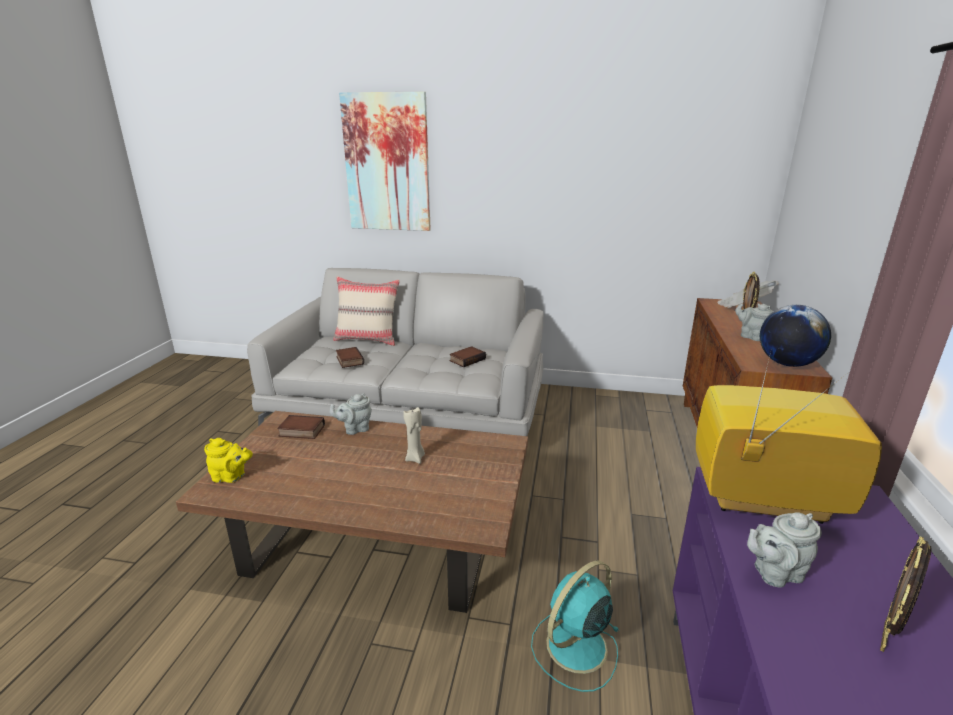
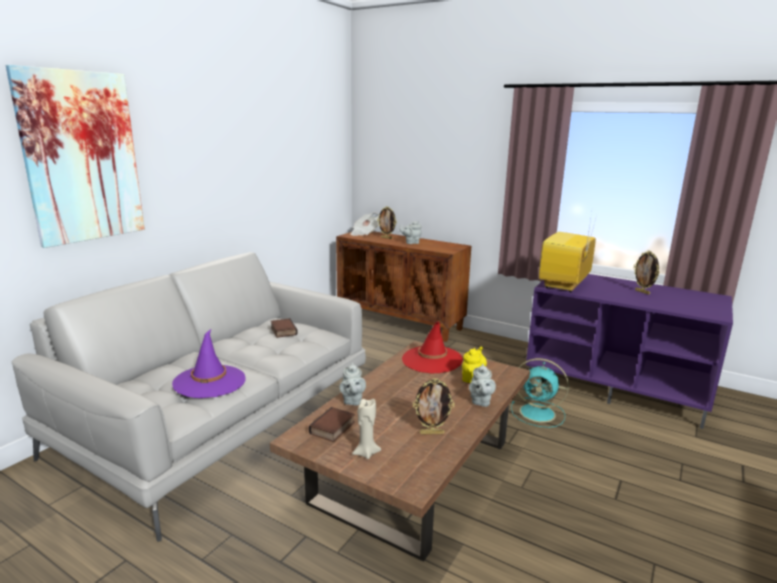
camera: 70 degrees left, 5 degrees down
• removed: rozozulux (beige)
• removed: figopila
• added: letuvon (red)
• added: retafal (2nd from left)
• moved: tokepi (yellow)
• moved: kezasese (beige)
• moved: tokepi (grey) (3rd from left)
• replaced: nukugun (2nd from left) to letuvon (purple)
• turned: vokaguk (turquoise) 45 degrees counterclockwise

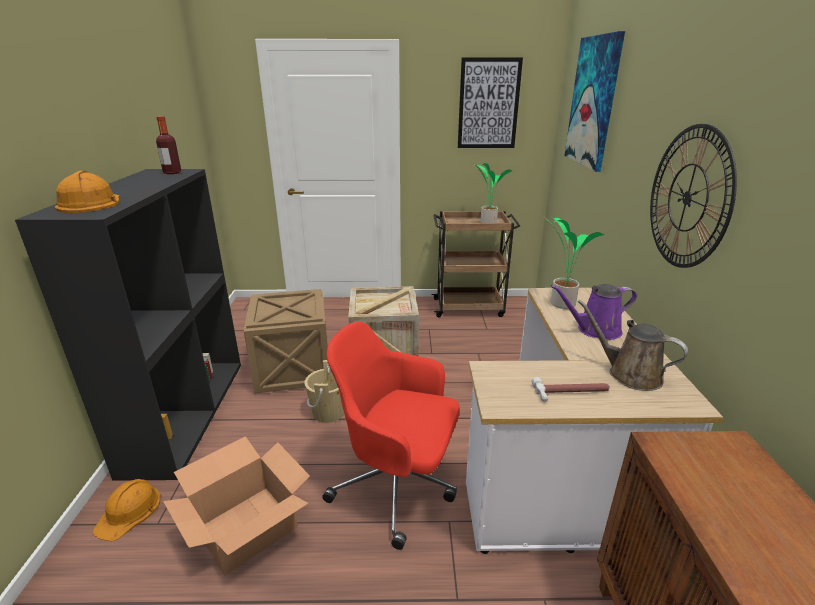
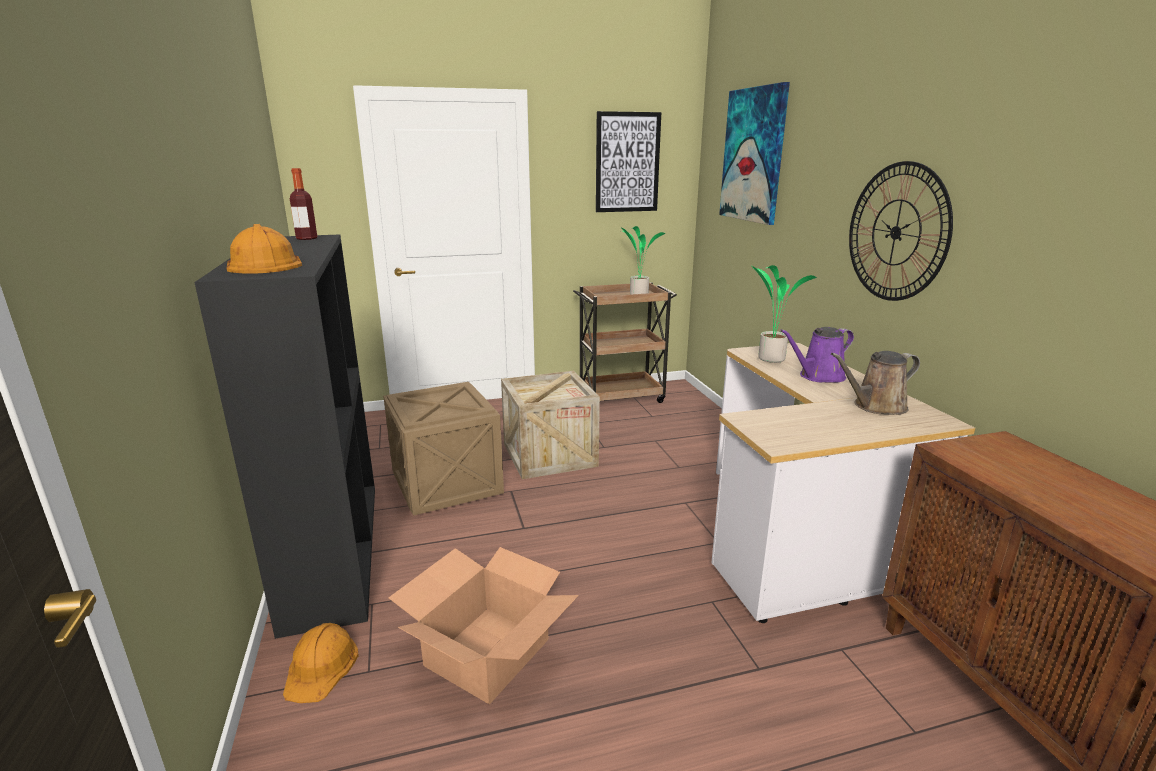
camera: 15 degrees left, 5 degrees down
• removed: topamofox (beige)
• removed: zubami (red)
• removed: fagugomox
• turned: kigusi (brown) 45 degrees counterclockwise

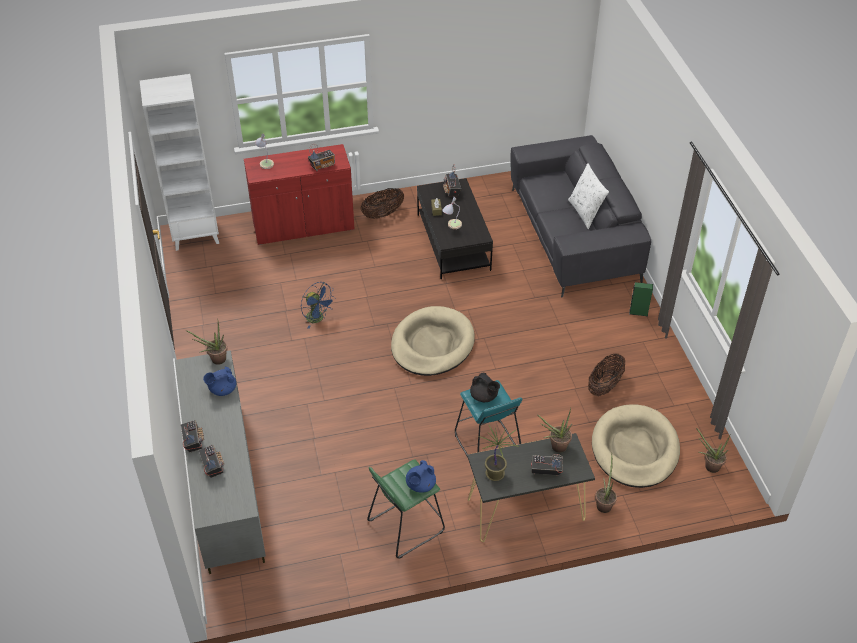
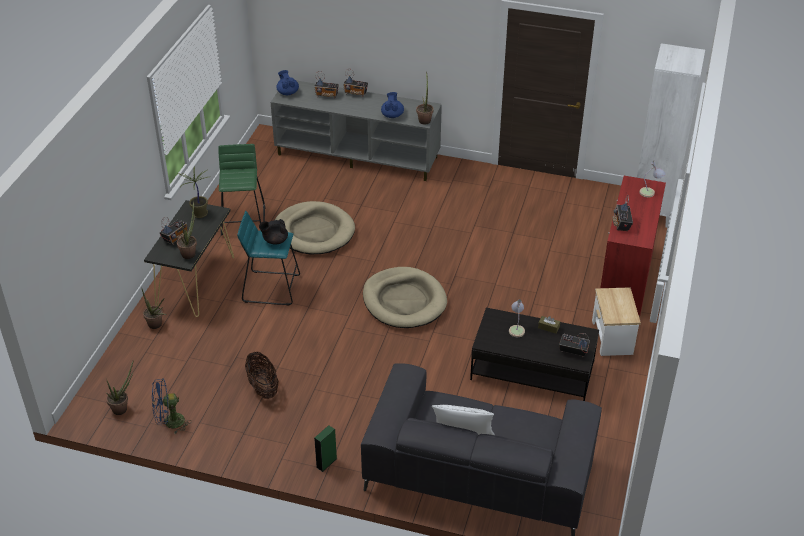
camera: 120 degrees right, 5 degrees down
• moved: vokaguk (blue)
• moved: tokepi (blue) (2nd from left in the first image) to tokepi (blue) (1st from left)
• moved: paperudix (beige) (2nd from left in the first image) to paperudix (beige) (1st from left)
• replaced: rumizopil (1st from left) to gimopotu

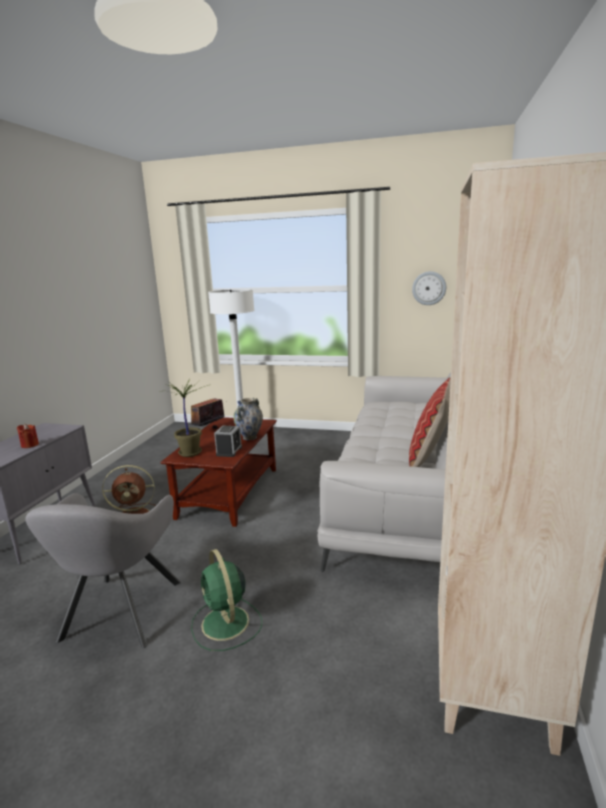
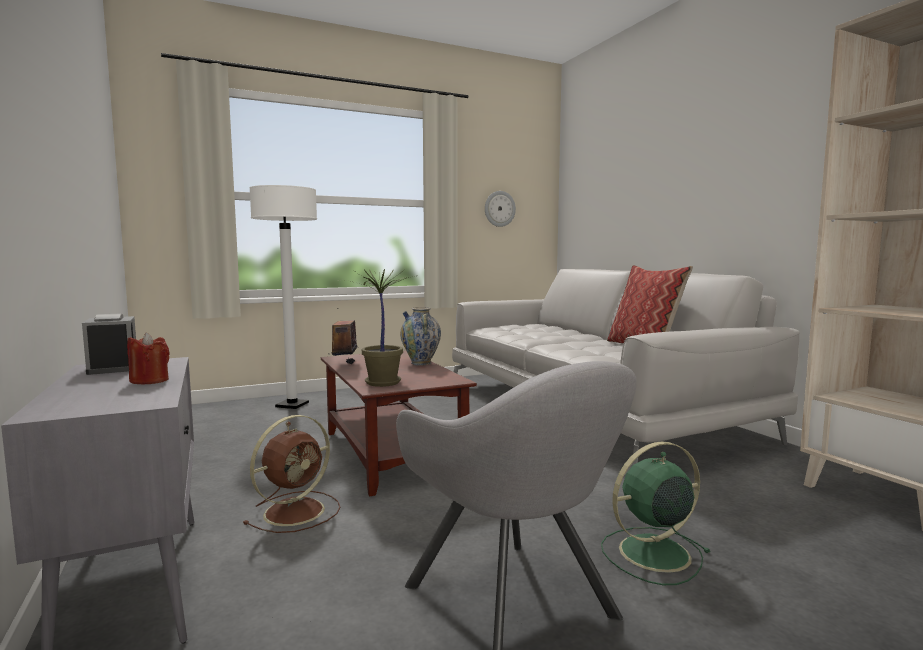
camera: 40 degrees left, 10 degrees down
• moved: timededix
• turned: vokaguk (green) 135 degrees clockwise

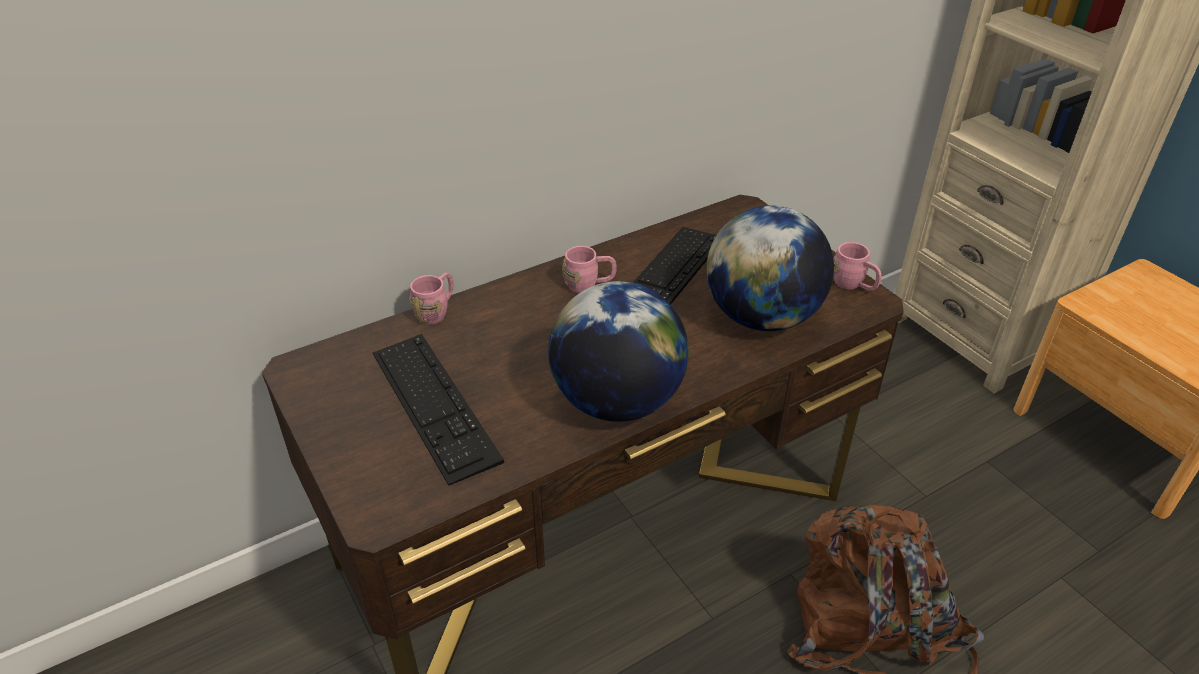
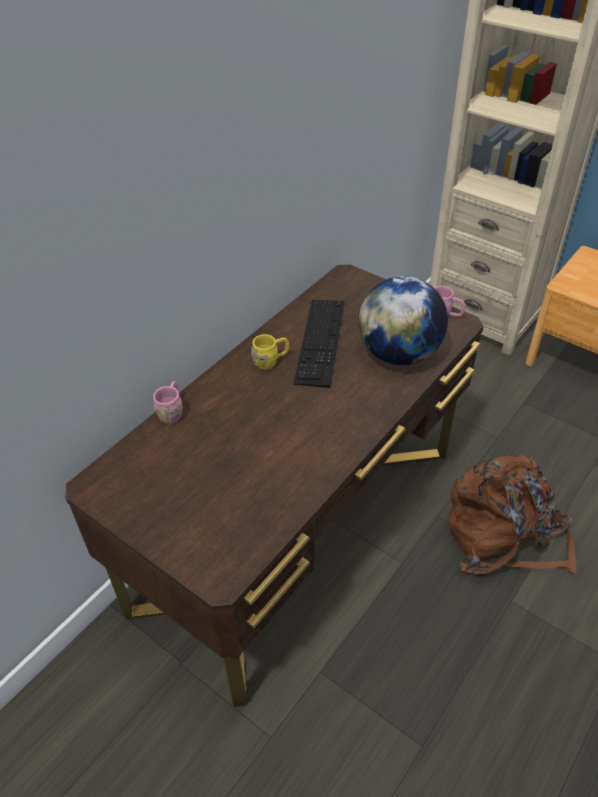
camera: 20 degrees left, 5 degrees up
• removed: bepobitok (1st from left)
• removed: figopila (1st from left)
• recoloured: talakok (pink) (2nd from left) to talakok (yellow)

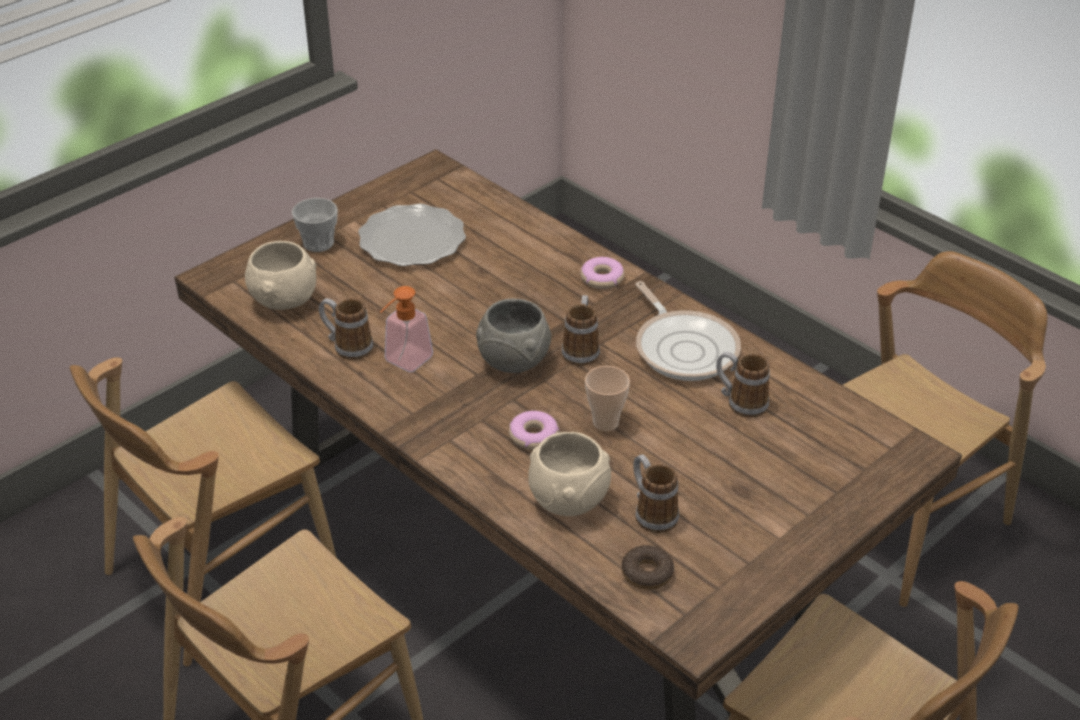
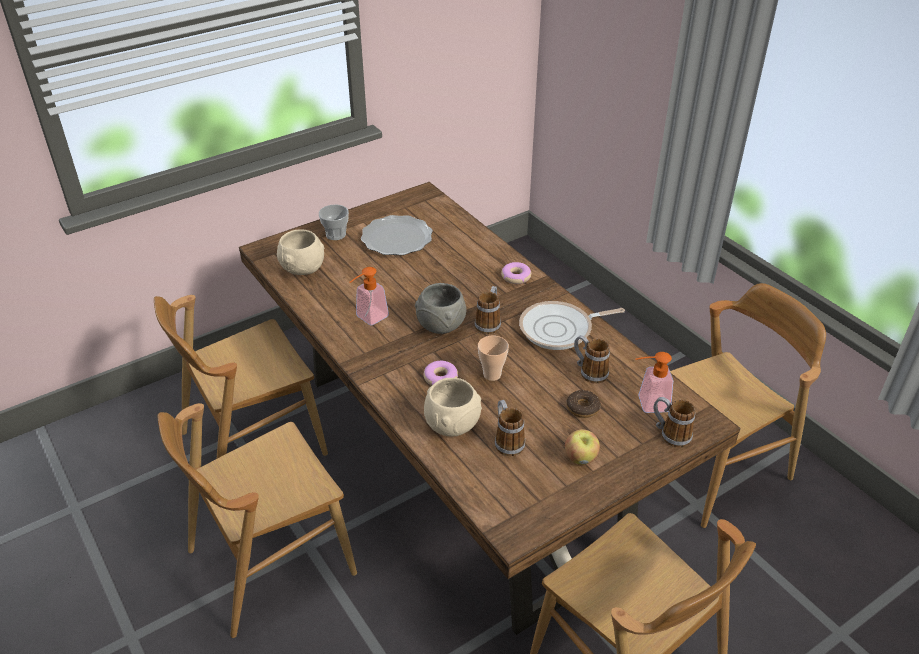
camera: 10 degrees right, 0 degrees up
• added: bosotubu
• added: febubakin (2nd from left)
• moved: talakok (1st from left in the first image) to talakok (4th from left)
• moved: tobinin (3rd from left)
• turned: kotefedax 90 degrees clockwise

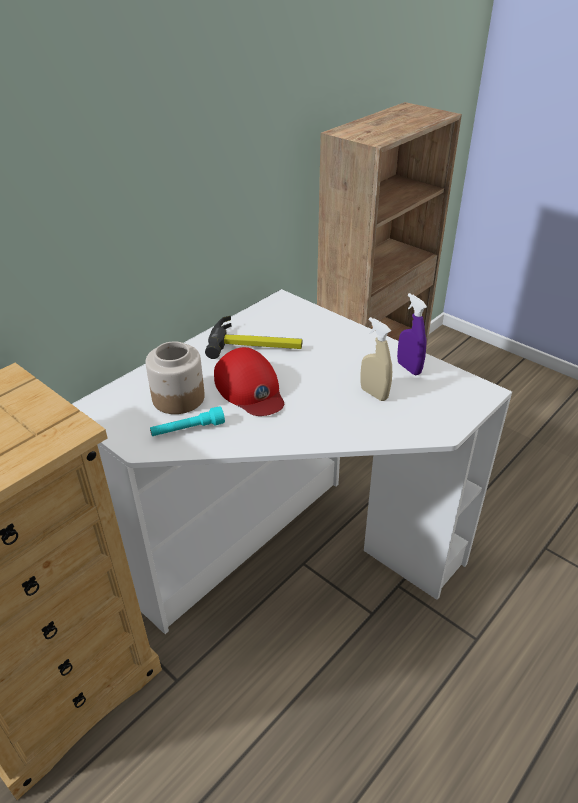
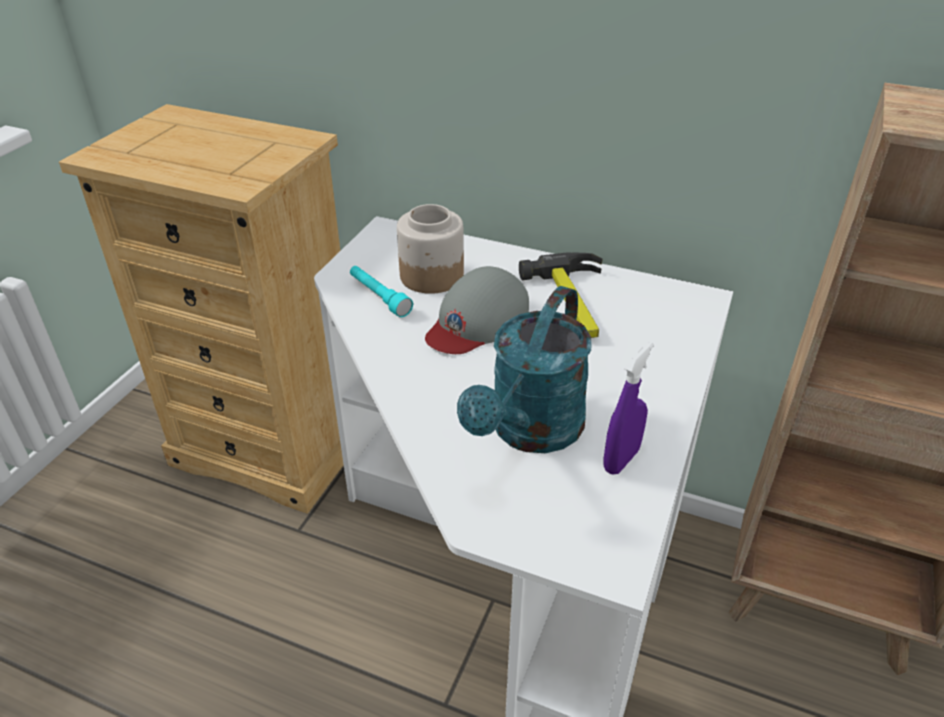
camera: 70 degrees right, 0 degrees up
• replaced: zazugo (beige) to kigusi (turquoise)
• recoloured: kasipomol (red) to kasipomol (grey)

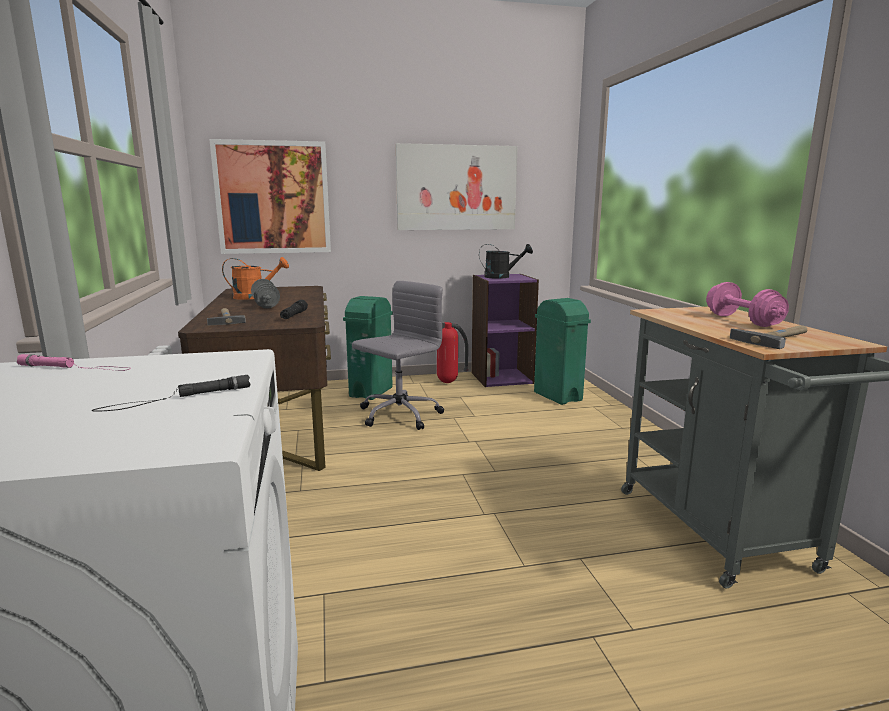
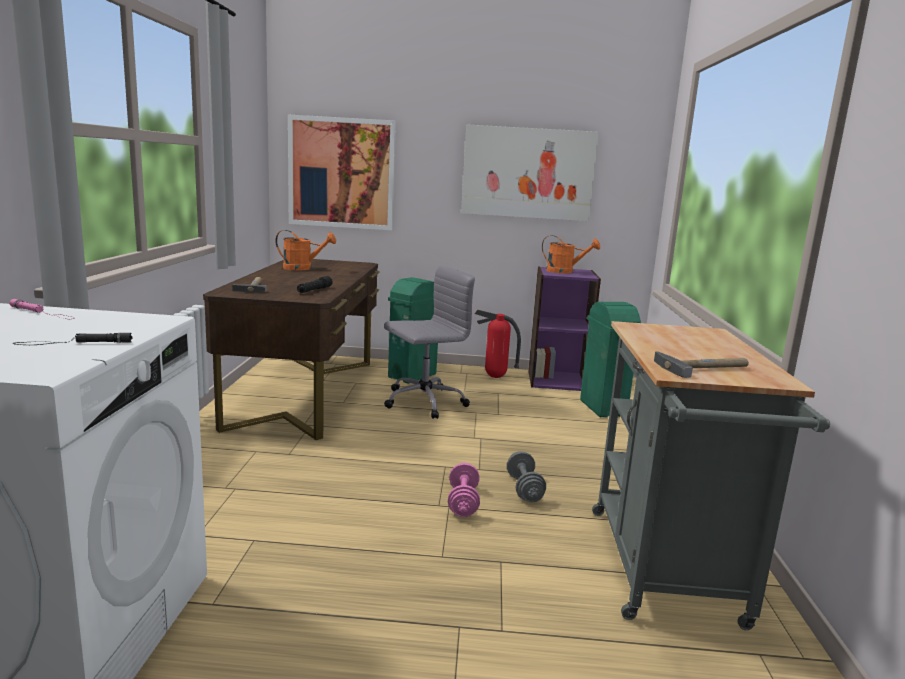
camera: 15 degrees right, 0 degrees up
• moved: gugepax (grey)
• moved: gugepax (pink)
• recoloured: kigusi (black) to kigusi (orange) (2nd from left)

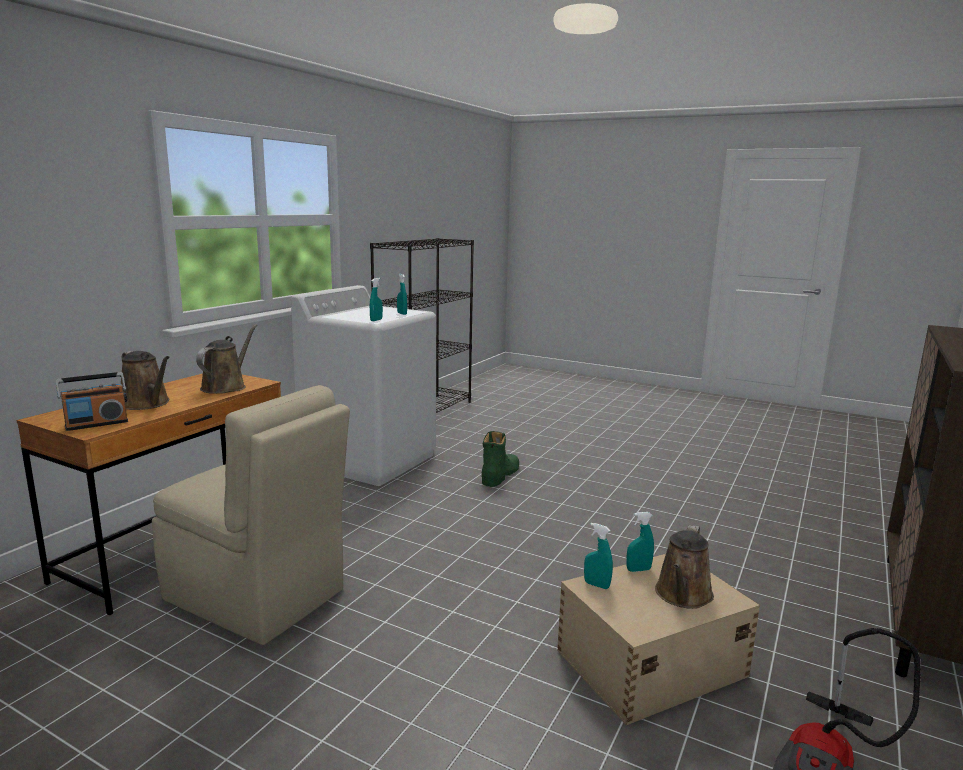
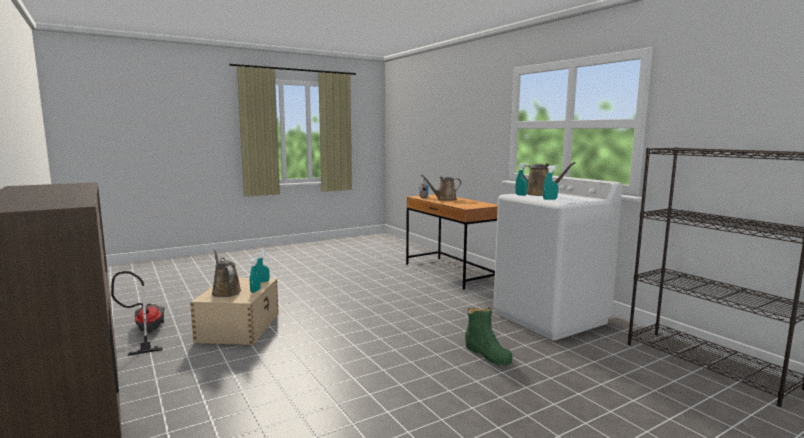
camera: 120 degrees right, 5 degrees down
• removed: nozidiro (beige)
• moved: kigusi (brown) (2nd from left in the first image) to kigusi (brown) (3rd from left)

